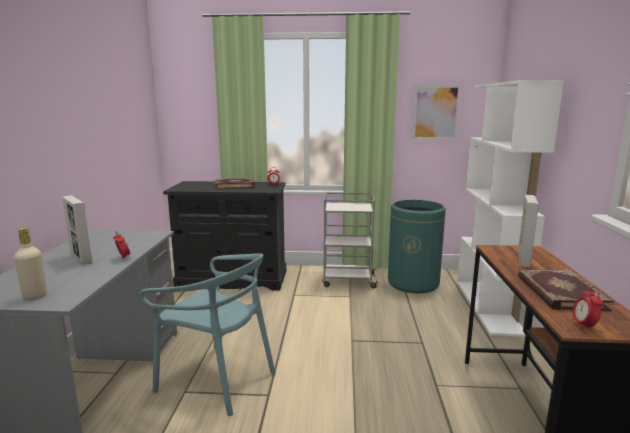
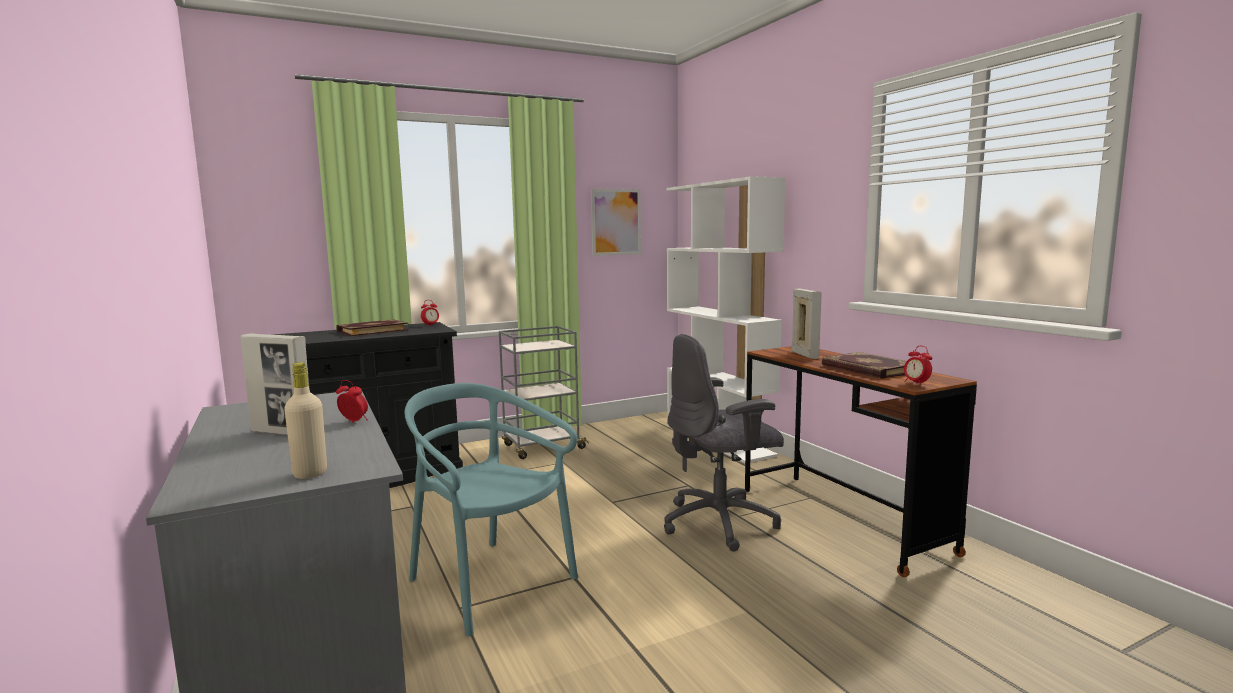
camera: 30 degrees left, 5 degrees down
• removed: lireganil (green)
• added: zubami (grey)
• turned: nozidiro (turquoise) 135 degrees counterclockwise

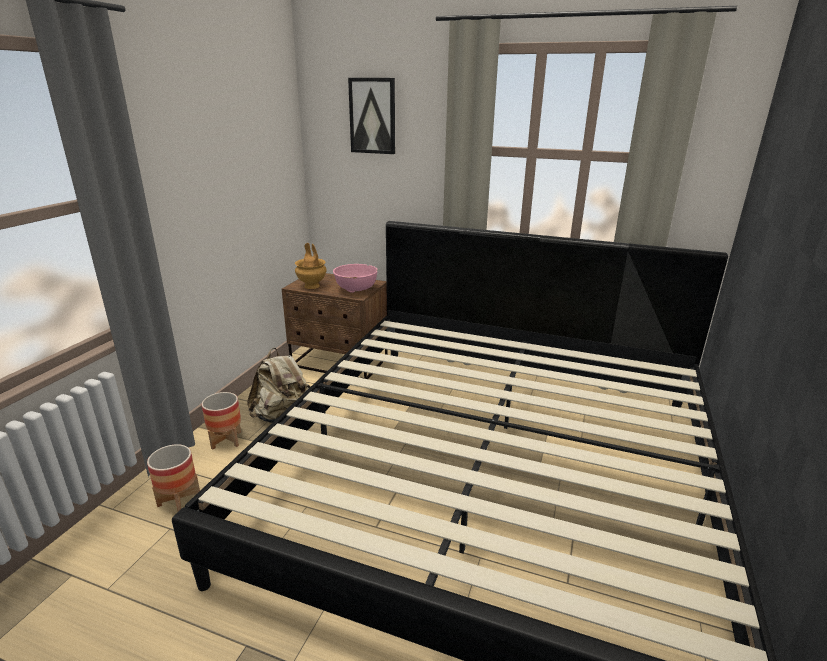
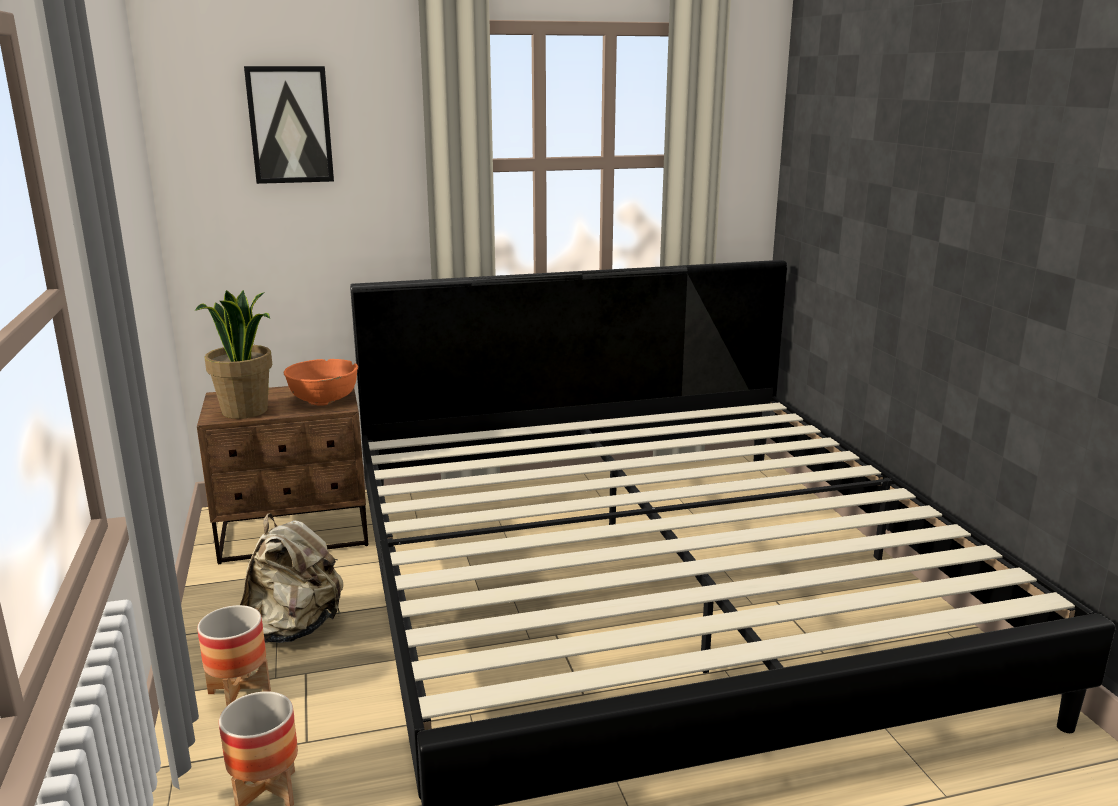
camera: 35 degrees left, 5 degrees down
• replaced: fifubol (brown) to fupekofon
• recoloured: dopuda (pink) to dopuda (orange)

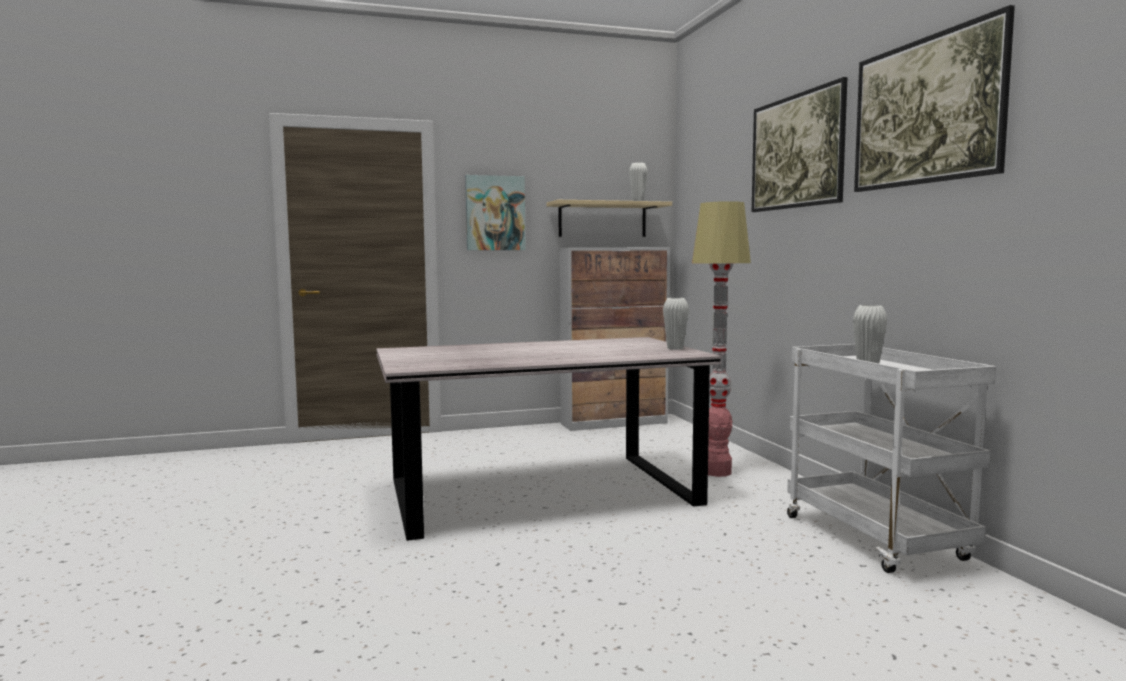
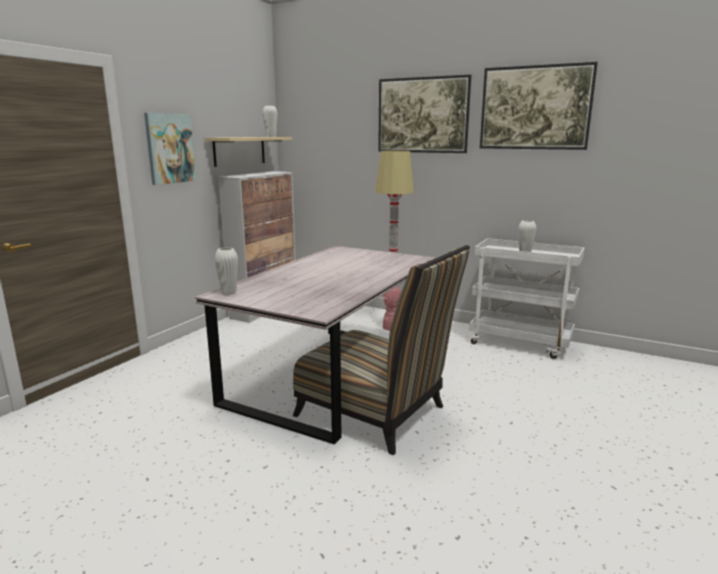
camera: 45 degrees left, 10 degrees up
• added: nozidiro
• moved: fifubol (white) (2nd from left in the first image) to fifubol (white) (1st from left)

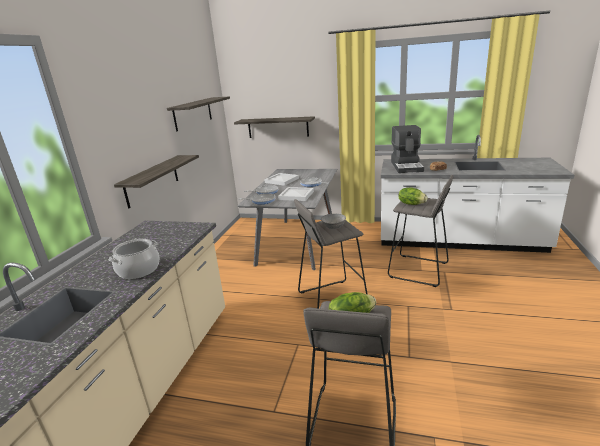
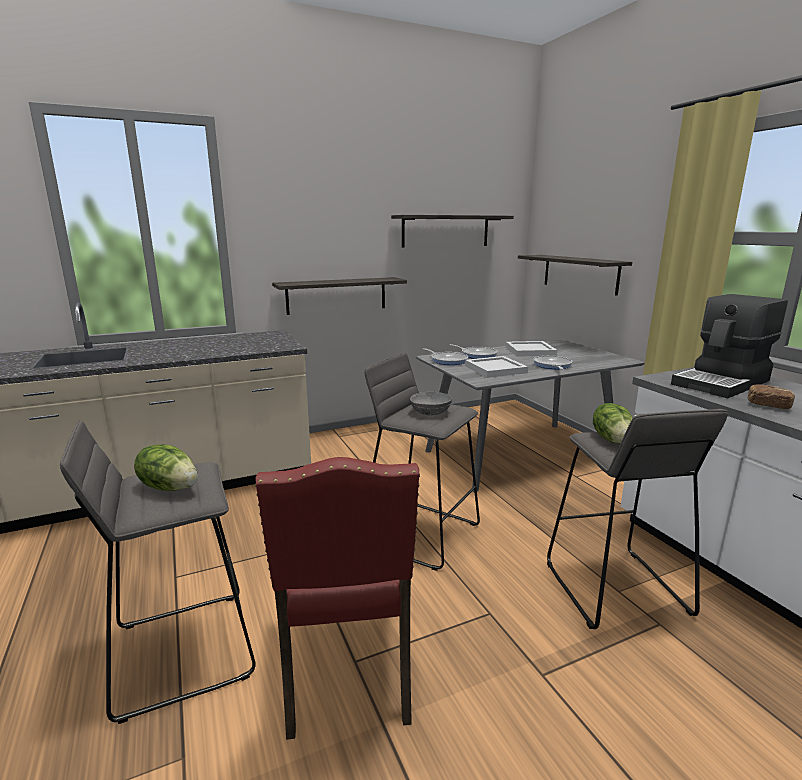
camera: 50 degrees right, 5 degrees down
• removed: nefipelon
• added: nozidiro (red)

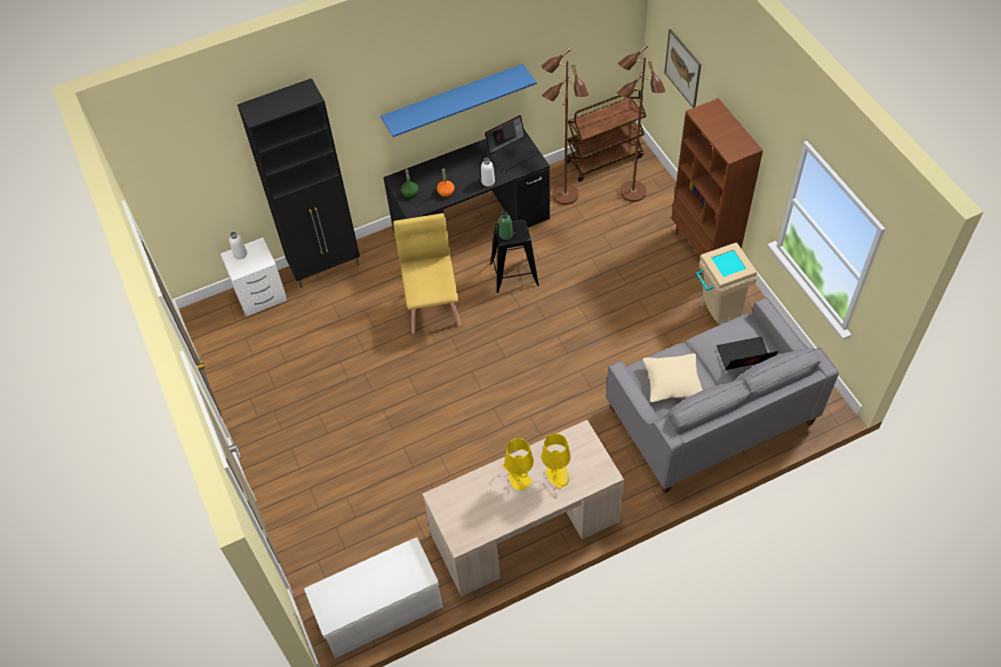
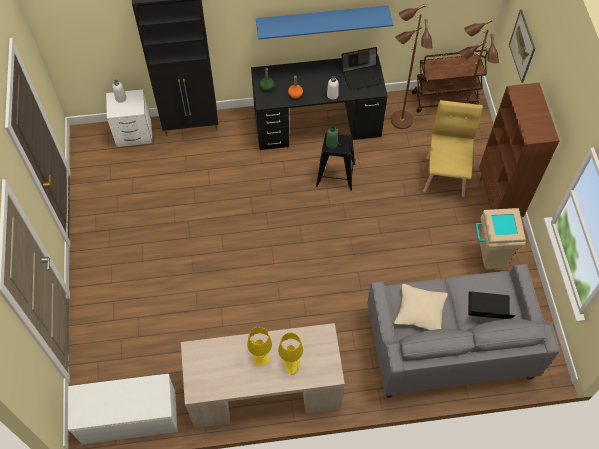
camera: 15 degrees right, 5 degrees up
• moved: nozidiro (yellow)

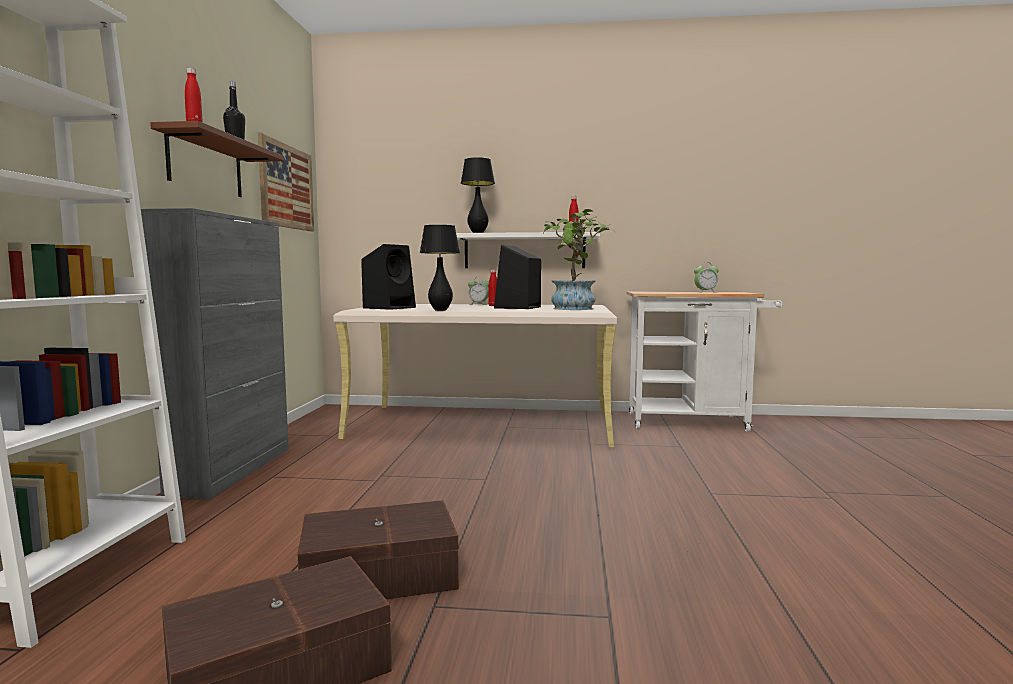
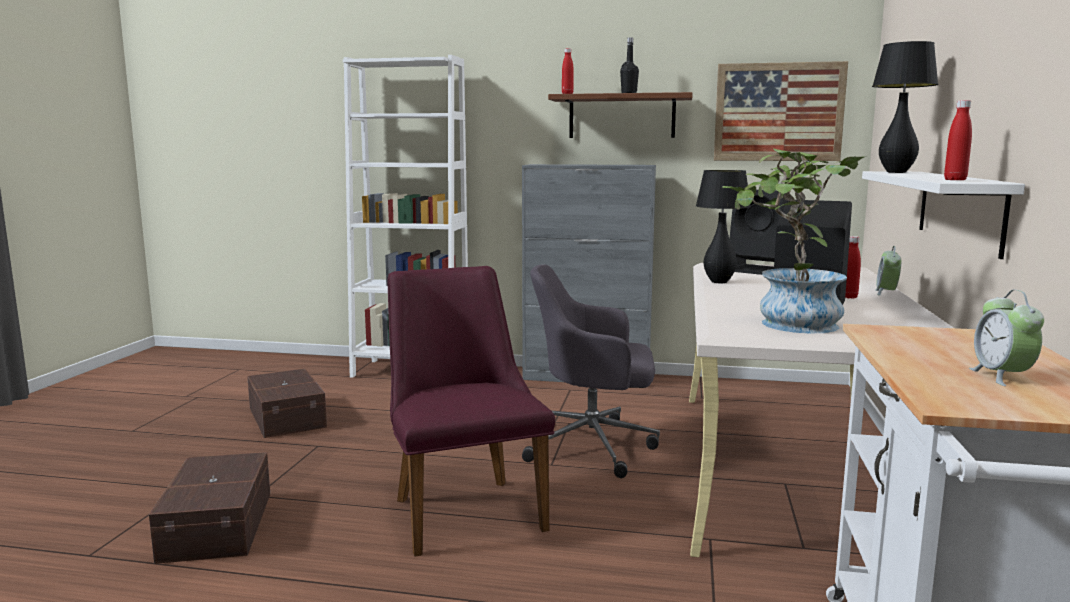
camera: 95 degrees right, 5 degrees up
• added: nozidiro (purple)
• added: zubami (grey)
• moved: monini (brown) (2nd from left in the first image) to monini (brown) (1st from left)

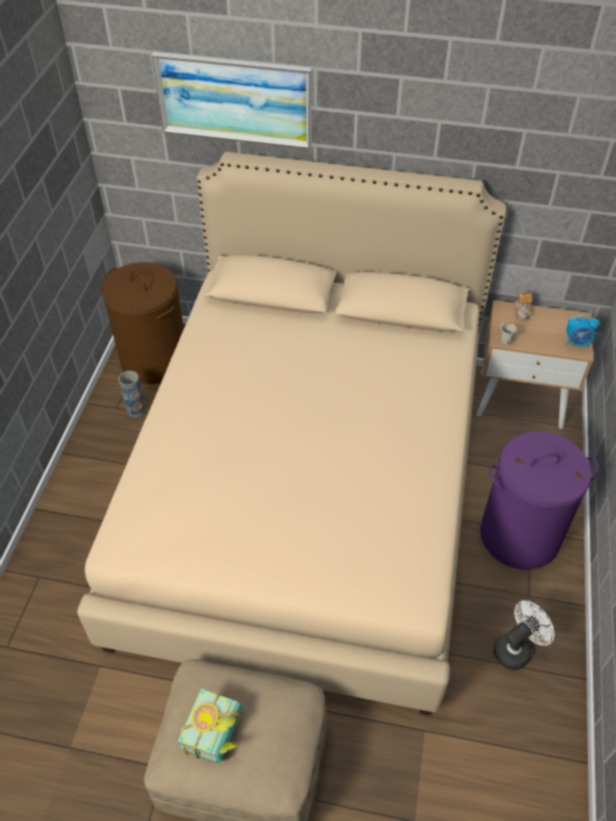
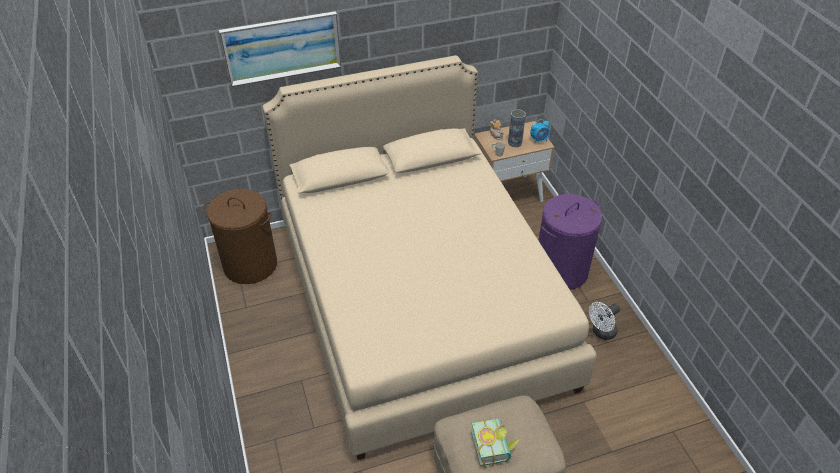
camera: 30 degrees left, 5 degrees down
• moved: fifubol
• turned: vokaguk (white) 150 degrees counterclockwise

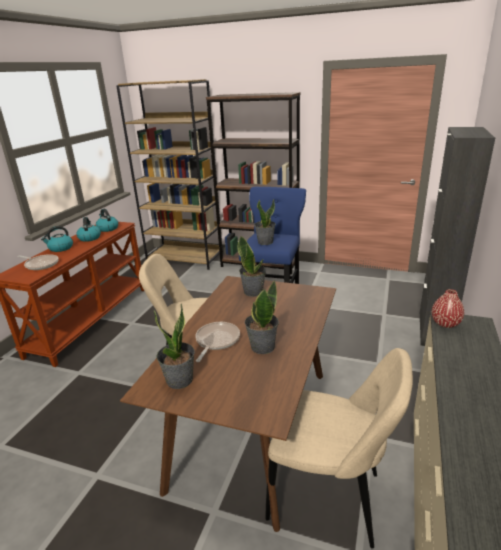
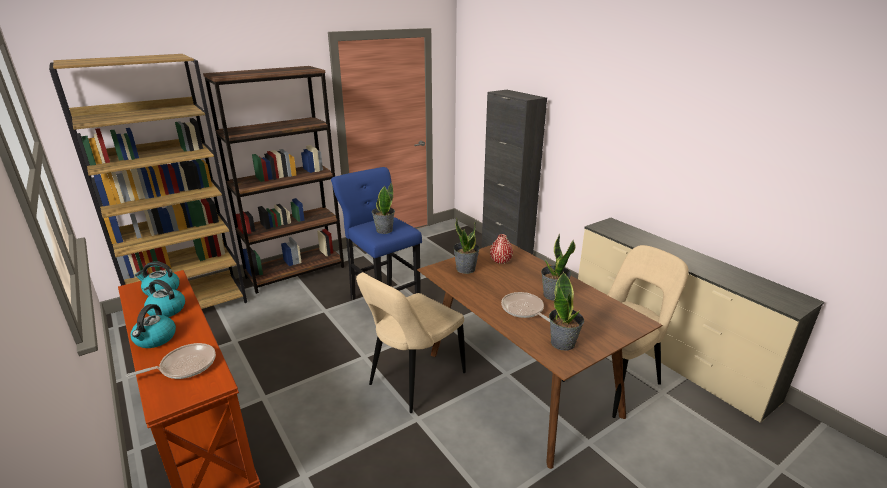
camera: 55 degrees left, 0 degrees up
• moved: fifubol (red)

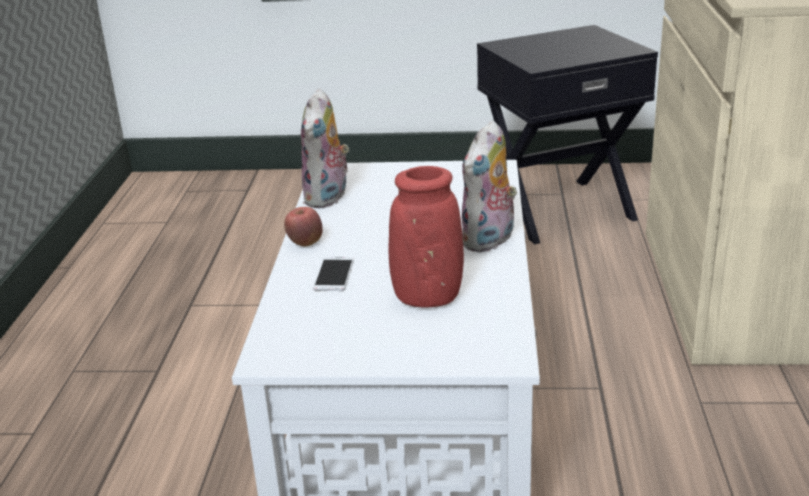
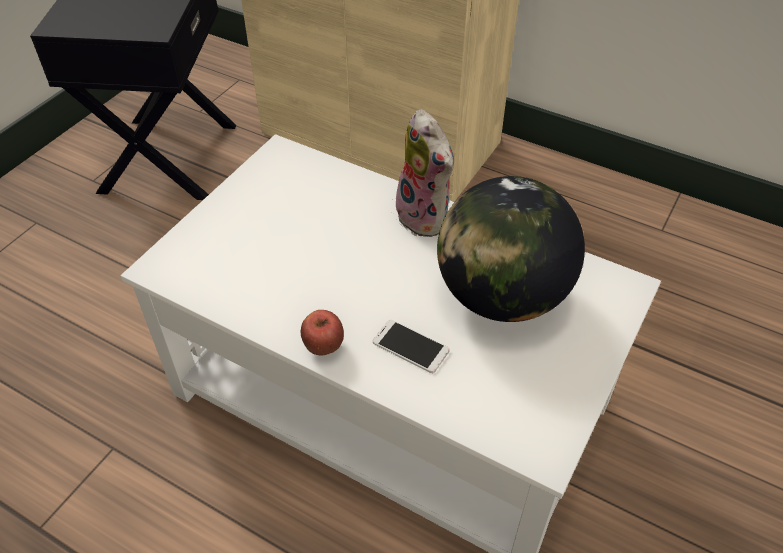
camera: 65 degrees left, 20 degrees up
• removed: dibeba (1st from left)
• replaced: fifubol (red) to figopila

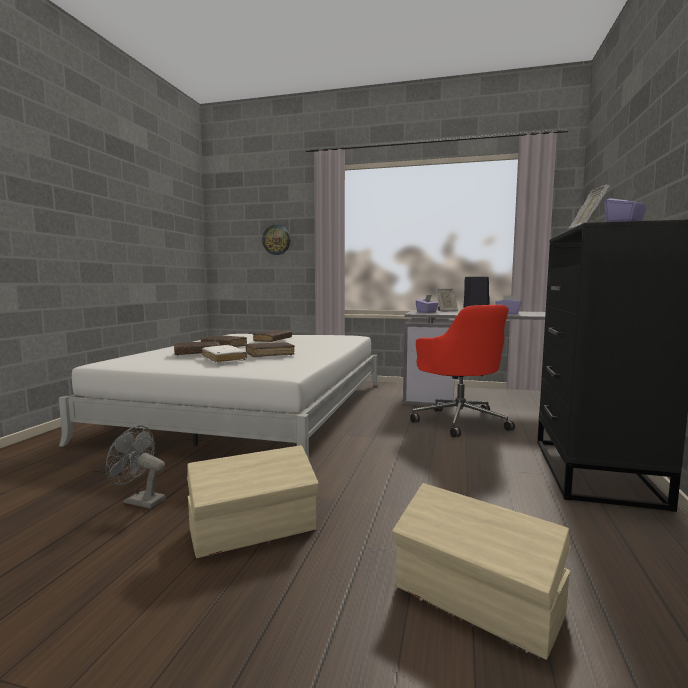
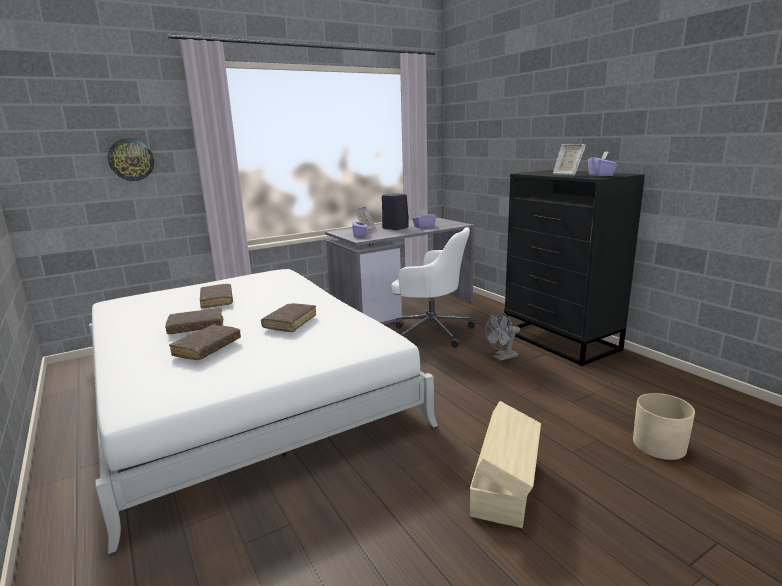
camera: 45 degrees left, 10 degrees up
• removed: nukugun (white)
• moved: vokaguk (grey)
• replaced: monini (beige) (2nd from left) to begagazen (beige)
• recoloured: zubami (red) to zubami (white)

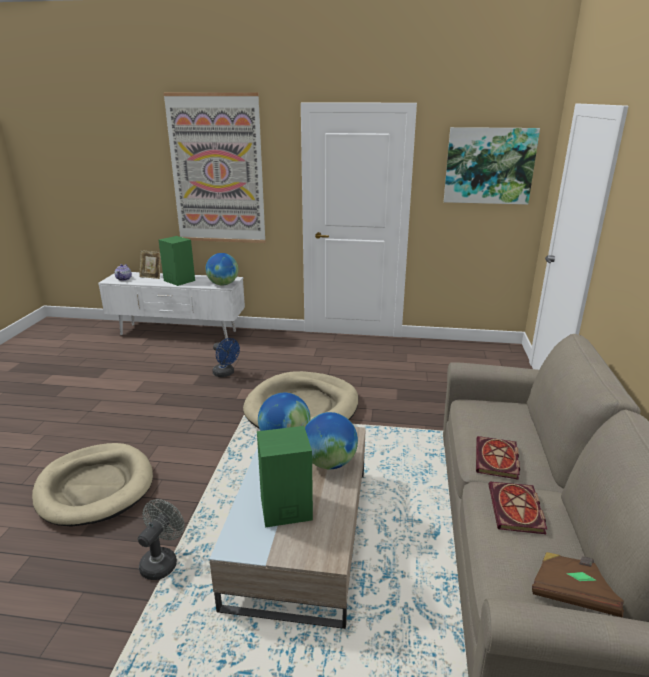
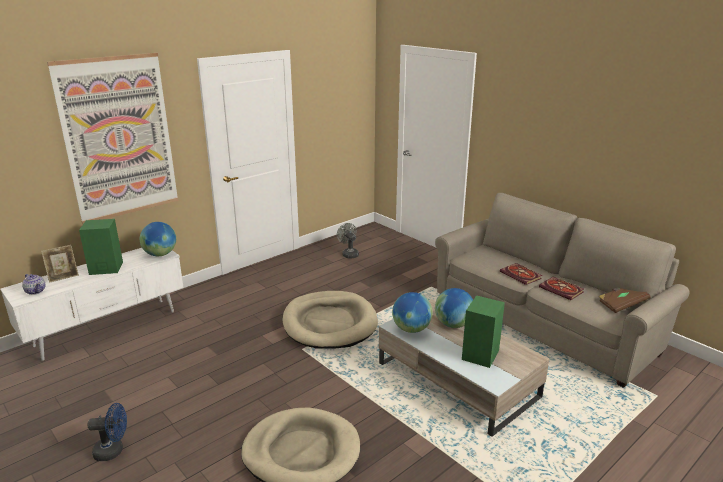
camera: 50 degrees left, 0 degrees up
• removed: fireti (2nd from left)
• moved: vokaguk (grey)
• moved: vokaguk (blue)

